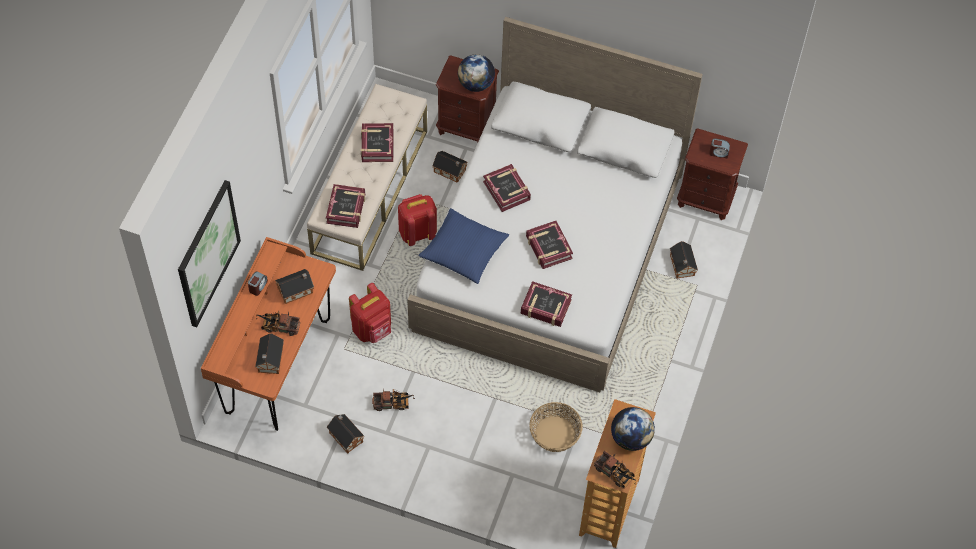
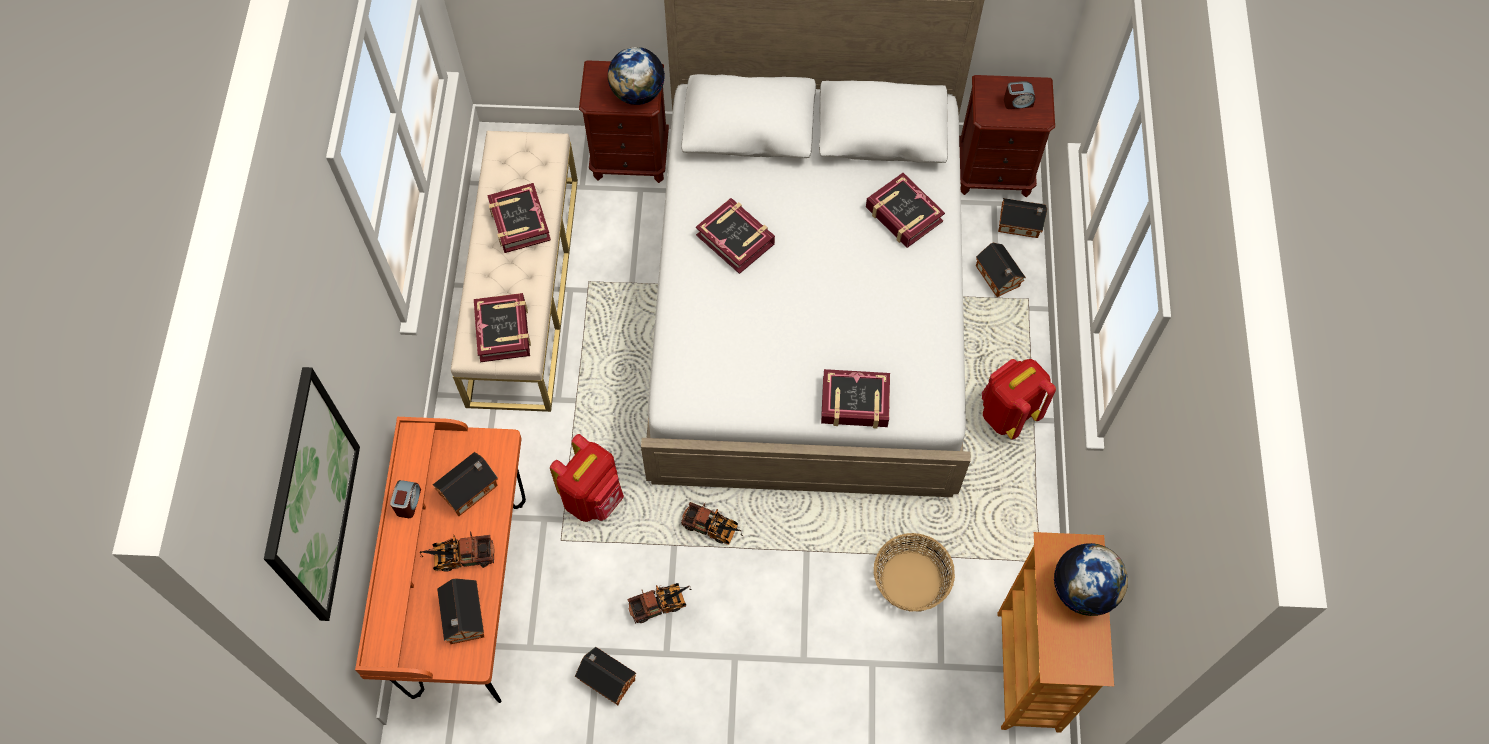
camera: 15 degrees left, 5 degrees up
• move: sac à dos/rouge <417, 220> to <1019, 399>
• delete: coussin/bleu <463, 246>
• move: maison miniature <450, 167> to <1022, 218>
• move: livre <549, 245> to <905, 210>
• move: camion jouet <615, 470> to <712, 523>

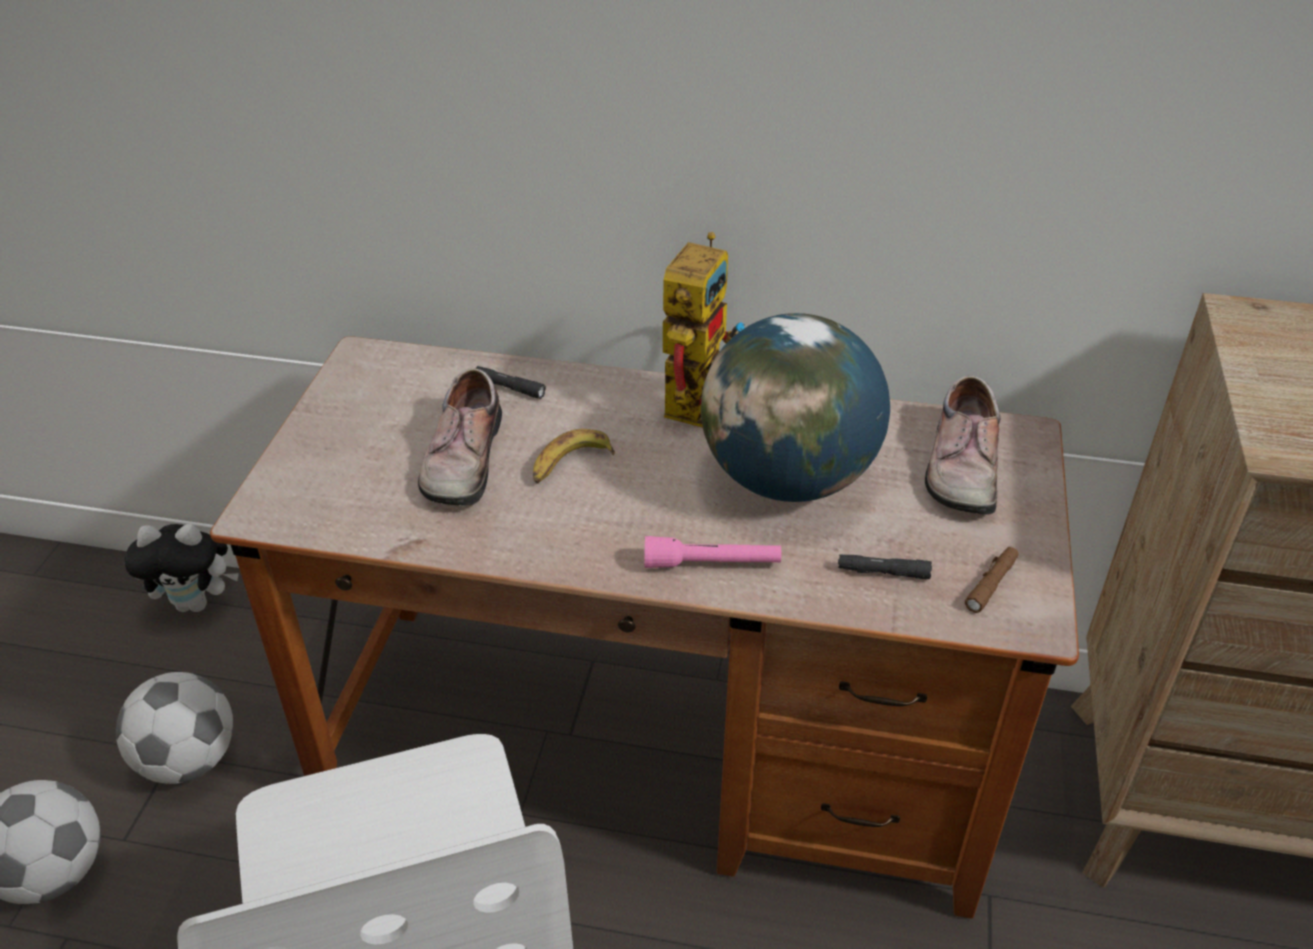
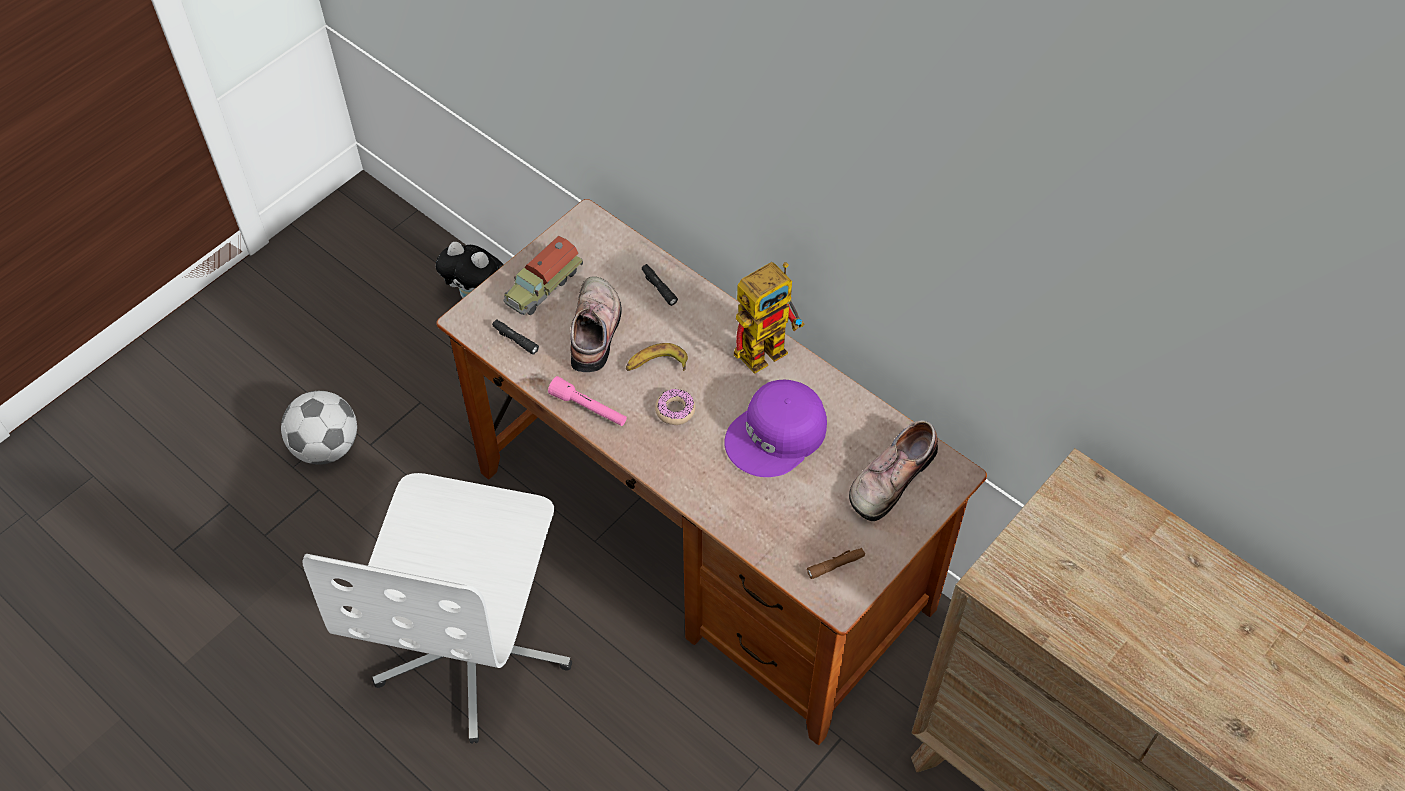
camera: 30 degrees right, 15 degrees up
• delete: ballon de foot <174, 728>
• rotate: chaussure <460, 437> = <596, 324> 150 degrees clockwise
• move: lampe de poche/rose <713, 552> to <587, 401>
• replace: globe <795, 407> to casquette/violet <775, 428>
• move: lampe de poche/noir <885, 566> to <515, 337>
• insert: camion jouet <543, 275>
• insert: beignet <675, 407>

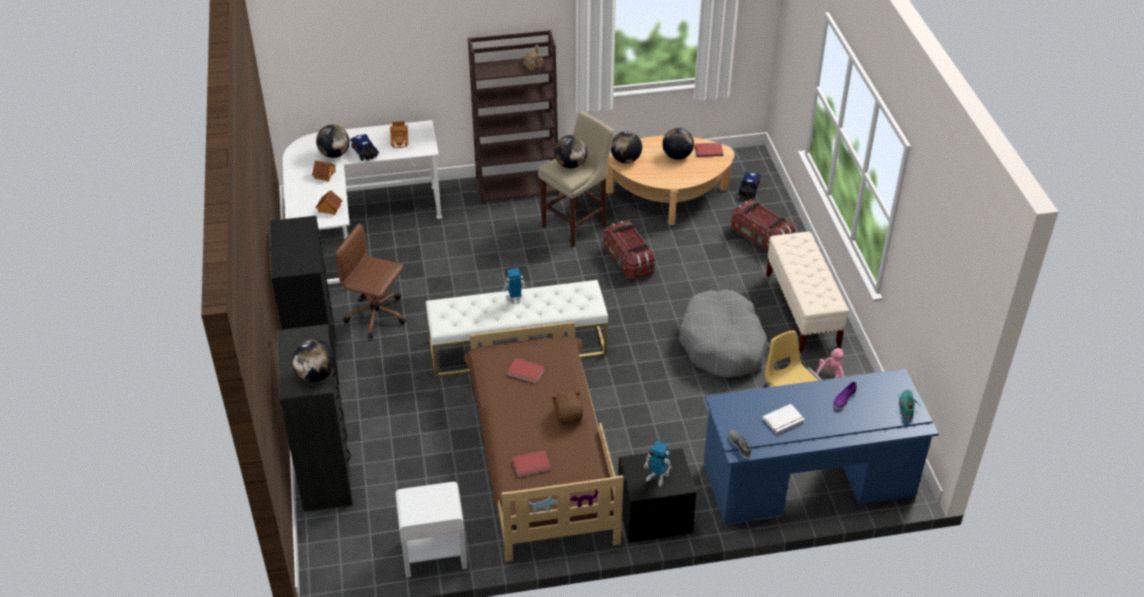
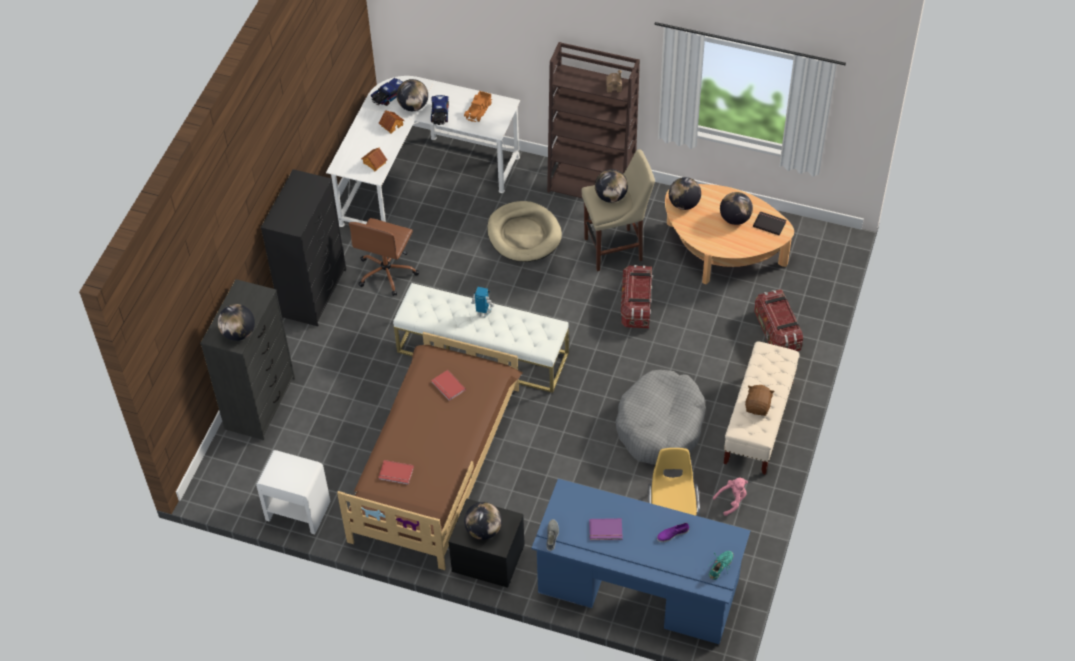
camera: 30 degrees right, 10 degrees up
• rotate: chaise de bureau/marron <370, 281> = <384, 257> 120 degrees counterclockwise
• move: peluche/marron <567, 408> to <760, 400>
• replace: robot jouet <658, 464> to globe <483, 521>
• recolor: livre/rouge <708, 150> to livre/noir <769, 223>
• move: camion jouet <750, 184> to <387, 92>
• recolor: livre/blanc <783, 419> to livre/violet <606, 529>
• insert: panier pour chien/beige <524, 231>

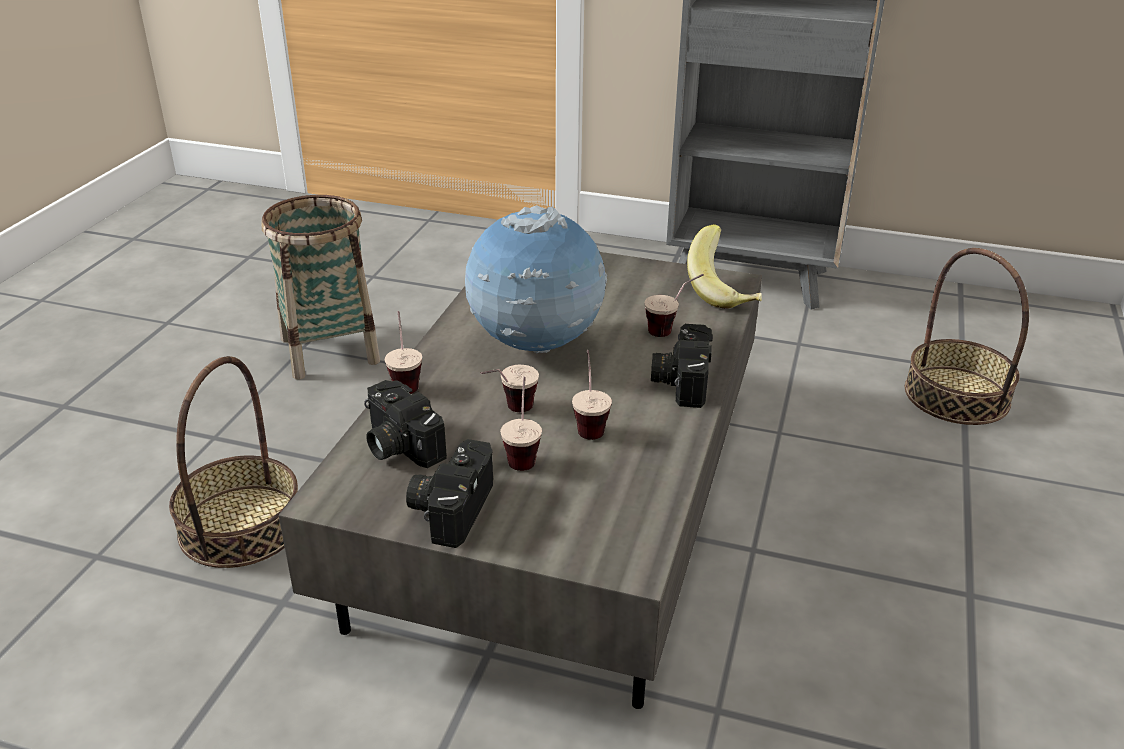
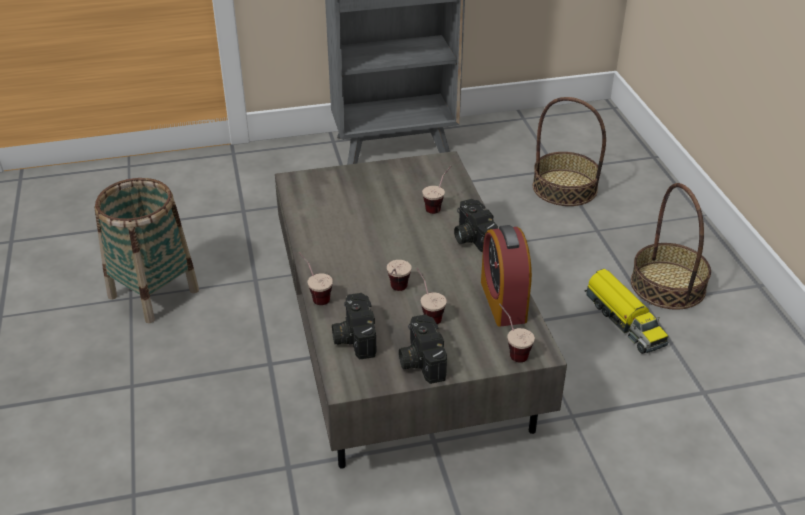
camera: 30 degrees left, 5 degrees up
• move: panier <233, 462> to <671, 246>
• rotate: appareil photo <405, 424> = <354, 326> 60 degrees clockwise
• delete: globe <536, 279>
• move: tasse <592, 395> to <517, 333>
• delete: banane <724, 266>
• insert: réveil <506, 276>
• insert: camion jouet <626, 311>

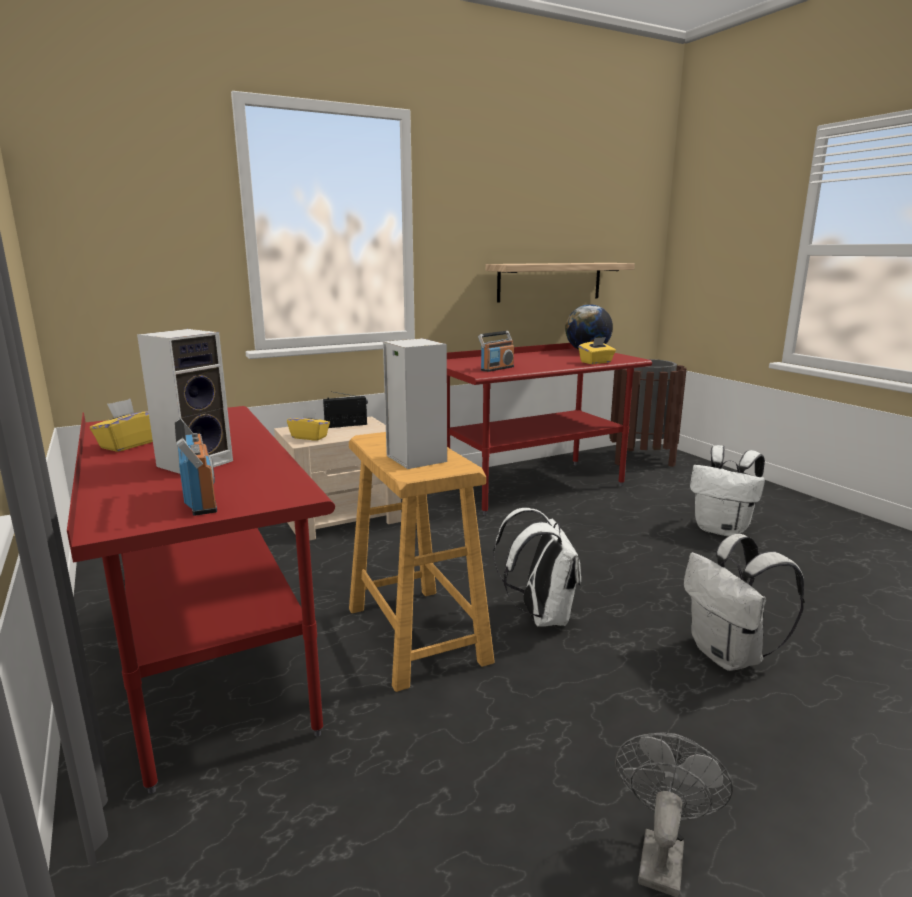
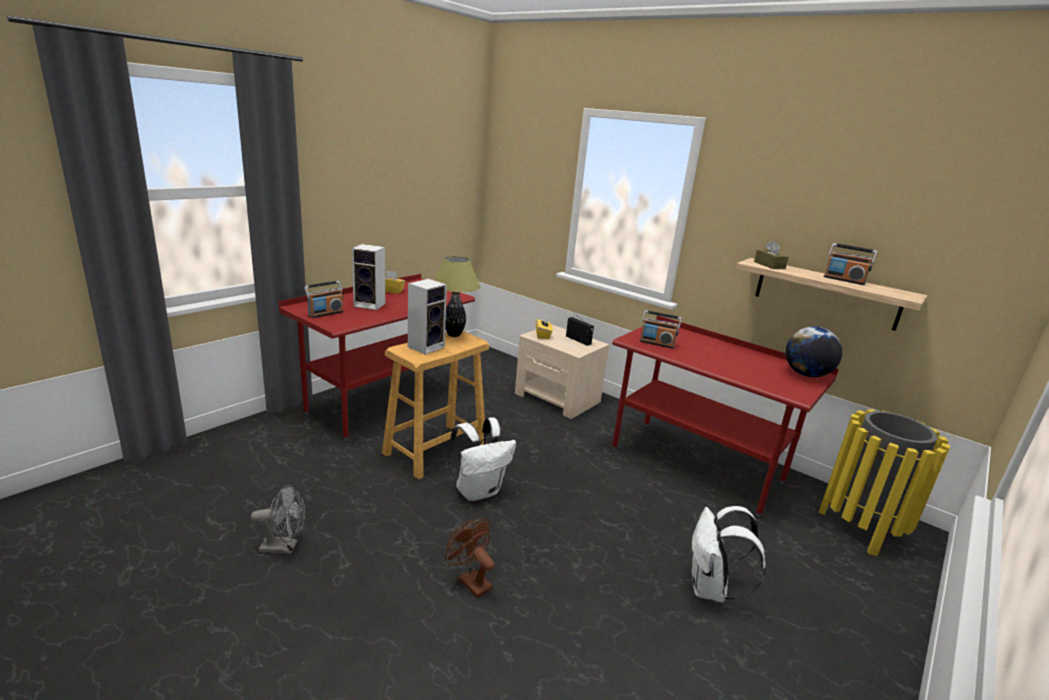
camera: 65 degrees right, 5 degrees up
• delete: boîte à mouchoirs/jaune <597, 350>
• recolor: poubelle/marron <648, 413> to poubelle/jaune <884, 482>
• replace: sac à dos/blanc <744, 602> to ventilateur/marron <470, 558>
• insert: lampe de table <457, 296>
• insert: boîte à mouchoirs/marron <771, 255>
• insert: radio <850, 264>

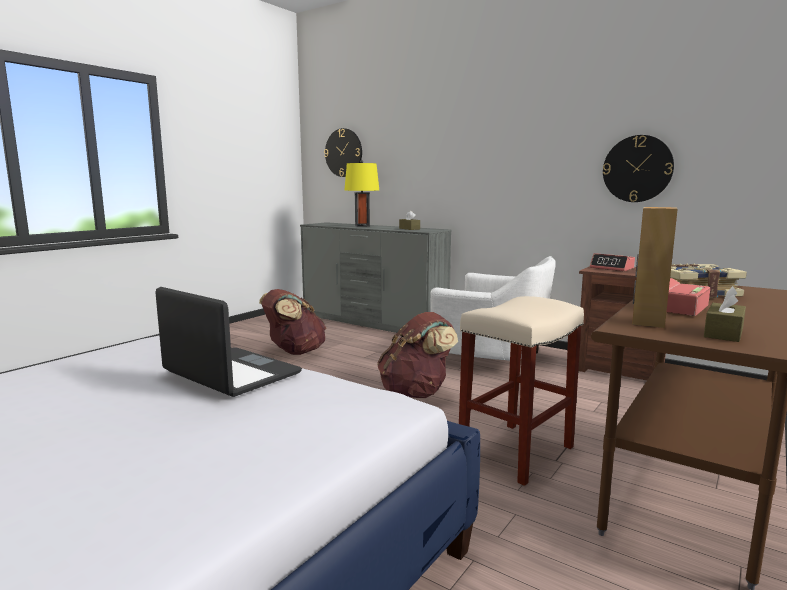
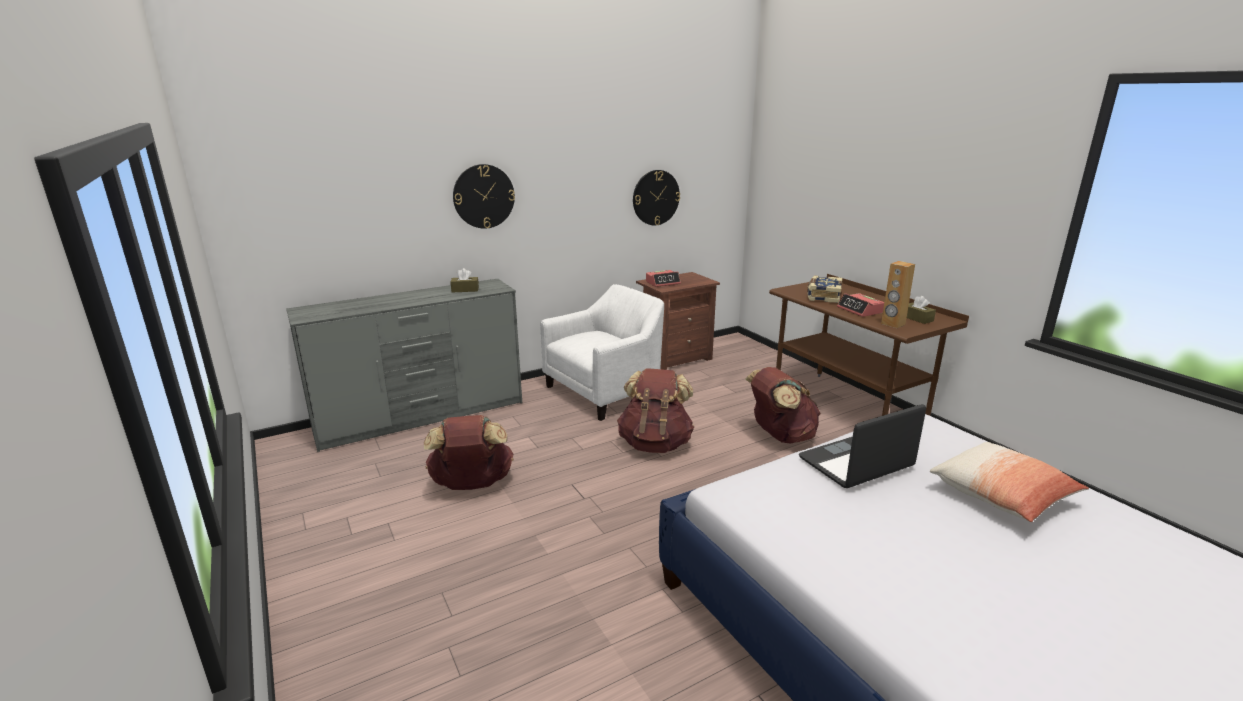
camera: 65 degrees left, 10 degrees up
• move: horloge murale <343, 152> to <484, 196>
• delete: lampe de table/jaune <361, 193>
• replace: tabouret/beige <521, 391> to sac à dos/marron <783, 405>
• insert: coussin <1009, 482>

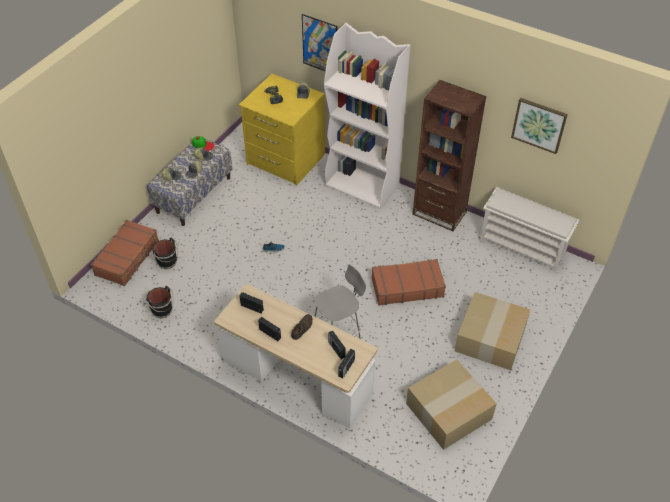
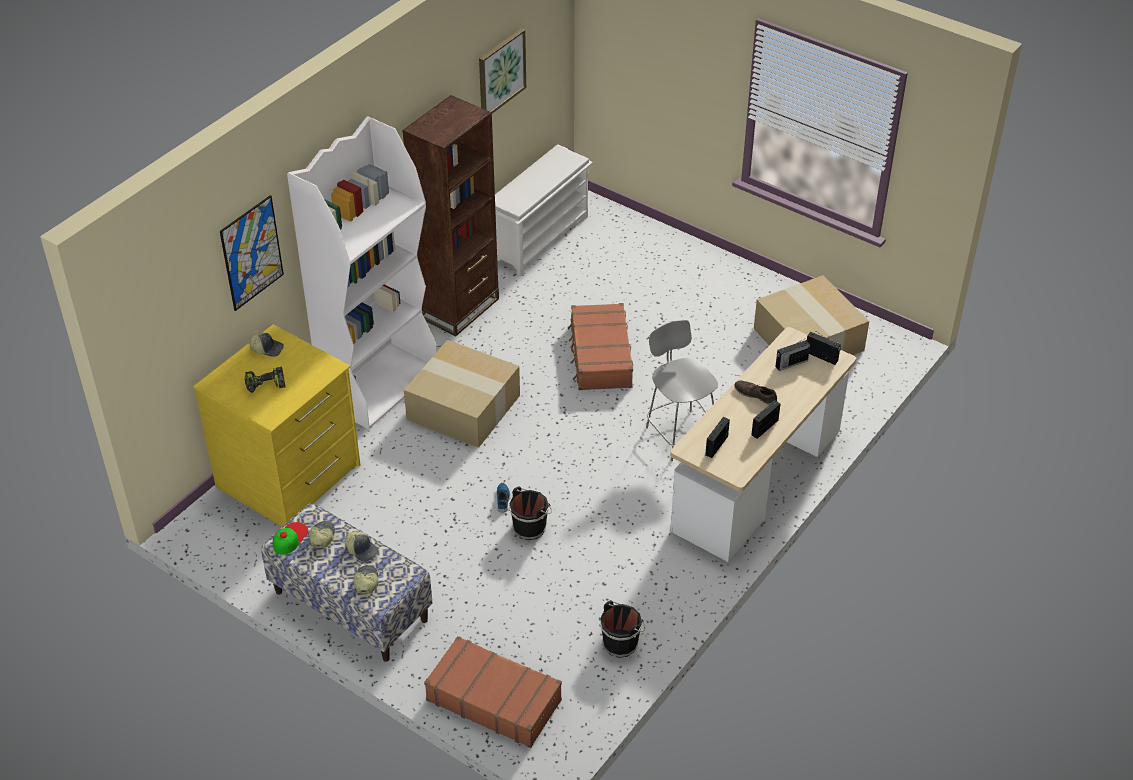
camera: 85 degrees left, 5 degrees down
• move: seau/noir <165, 253> to <530, 513>
• move: carton <493, 331> to <462, 394>

